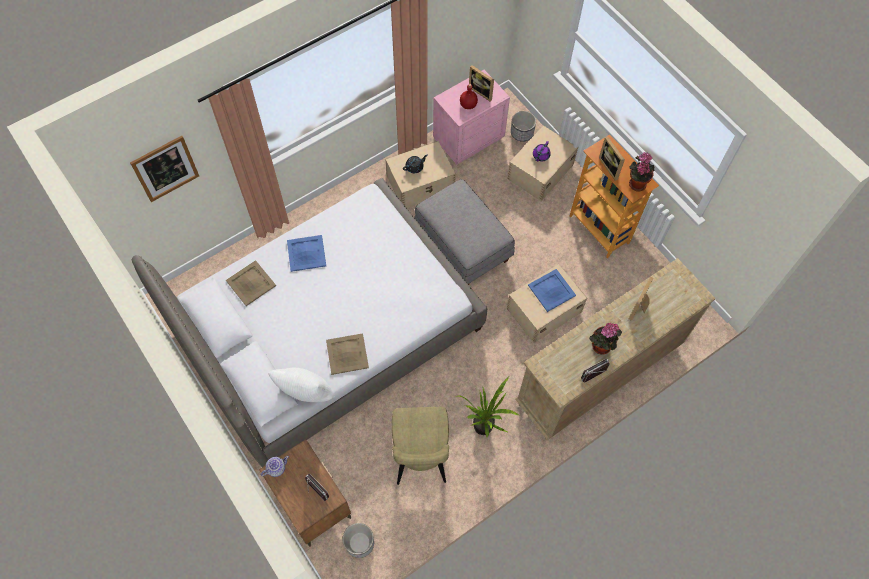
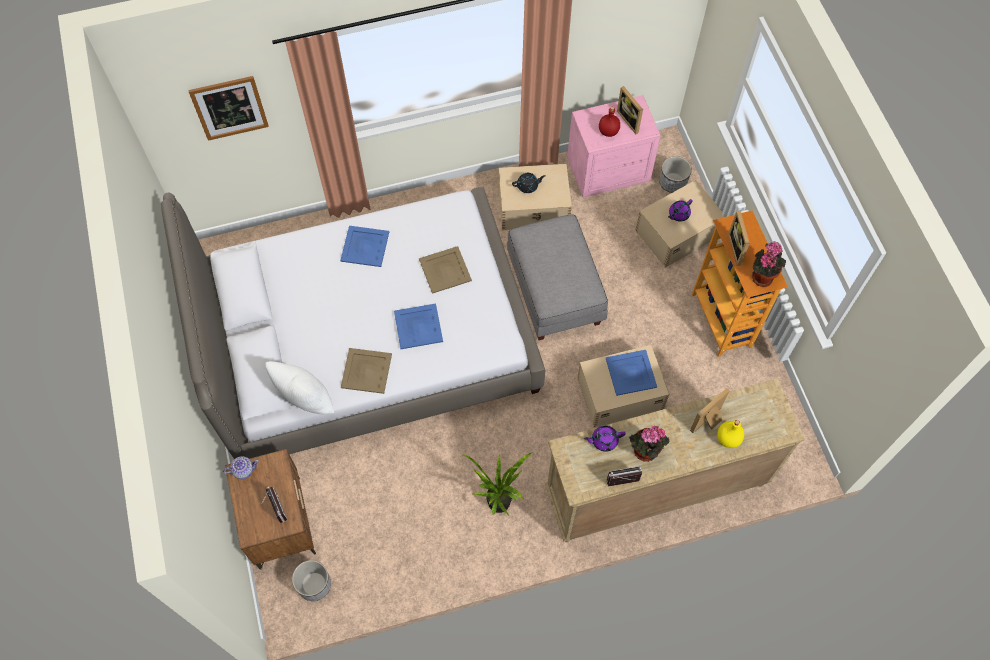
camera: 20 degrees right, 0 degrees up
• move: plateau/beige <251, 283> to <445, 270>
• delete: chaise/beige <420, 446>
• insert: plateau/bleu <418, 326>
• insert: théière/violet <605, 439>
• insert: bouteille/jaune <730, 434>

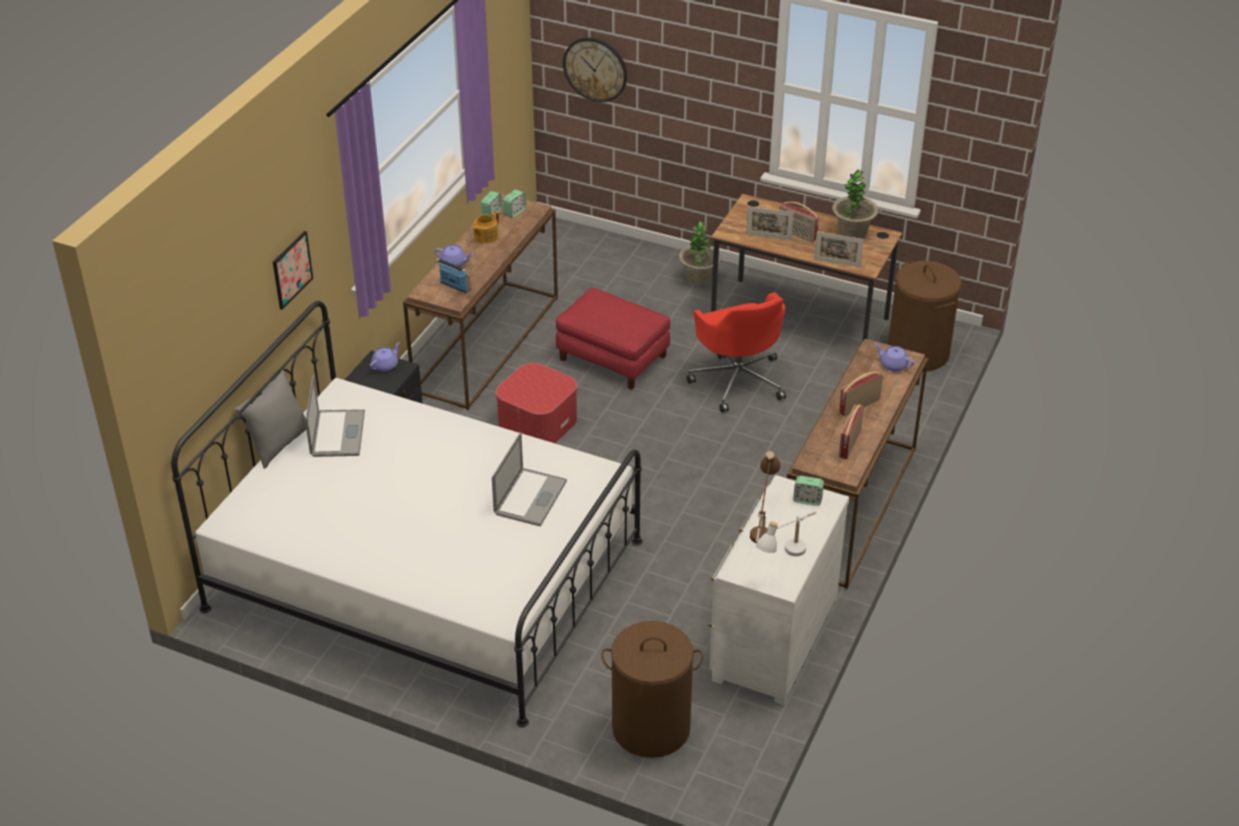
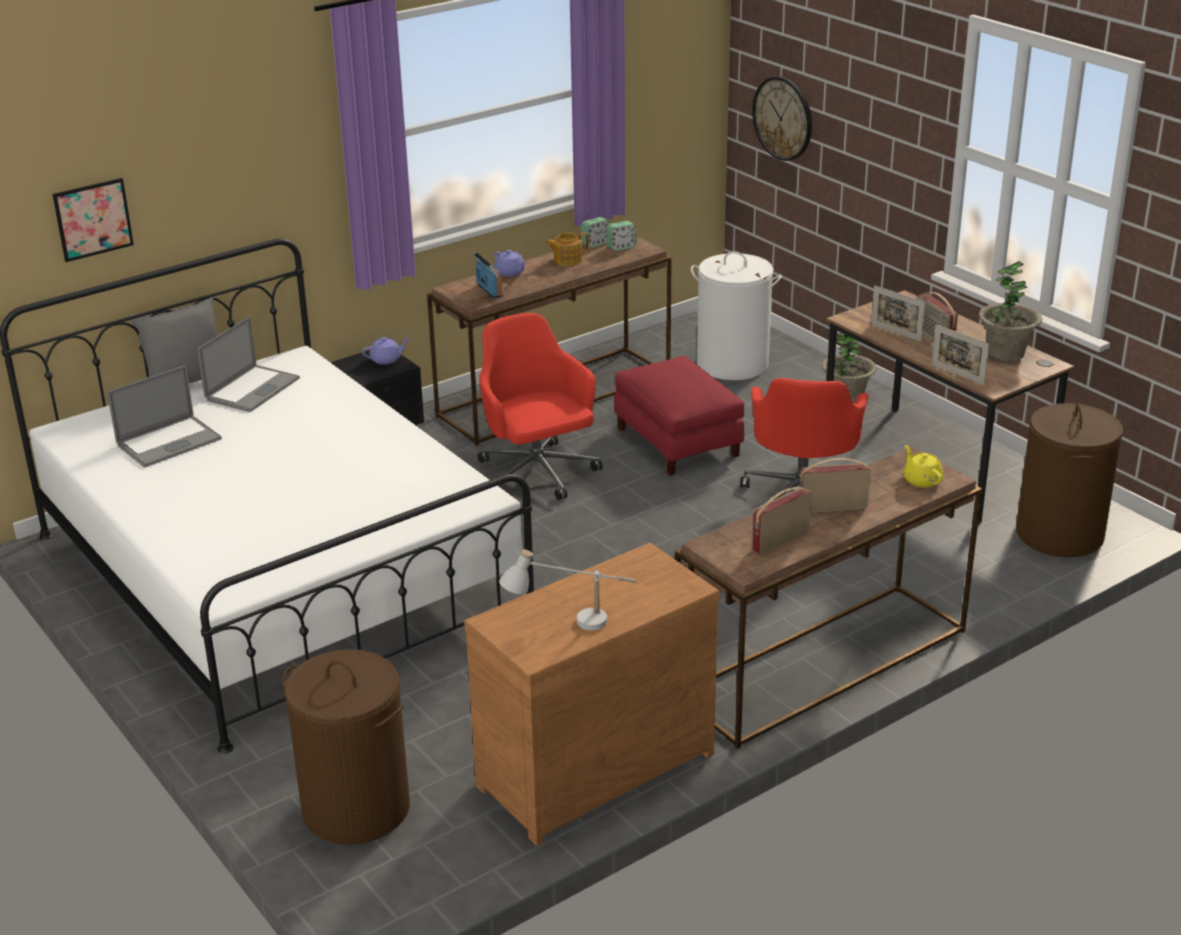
camera: 30 degrees right, 10 degrees down
• move: tableau <293, 270> to <93, 220>
• move: ordinateur portable <529, 479> to <164, 416>
• replace: pouf <536, 403> to chaise de bureau/rouge <540, 406>
• recolor: commode/blanc <779, 590> to commode/marron <592, 694>
• delete: lampe de table/marron <765, 497>
• delete: réveil <808, 491>
• recolor: théière/violet <894, 357> to théière/jaune <923, 466>
• insert: panier à linge/blanc <736, 315>

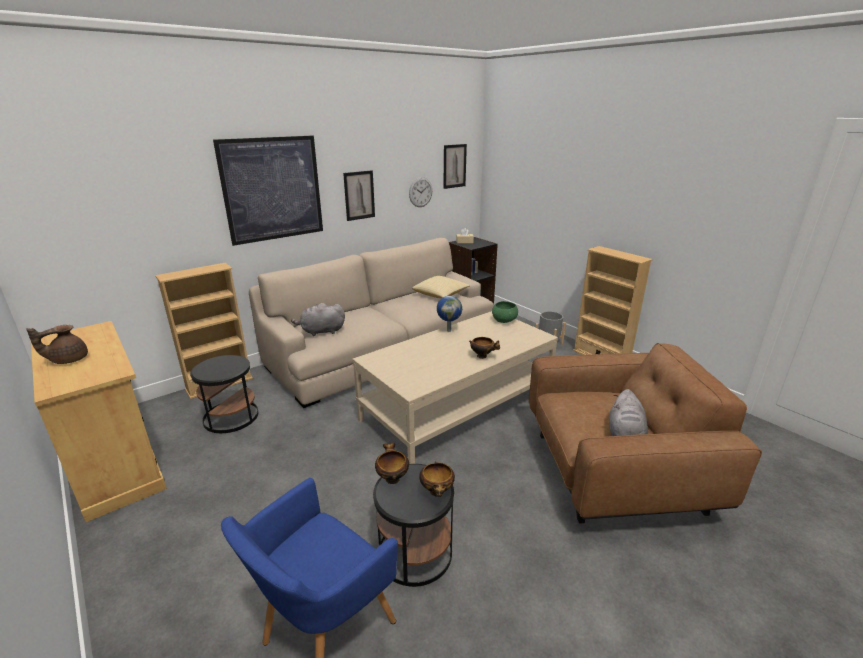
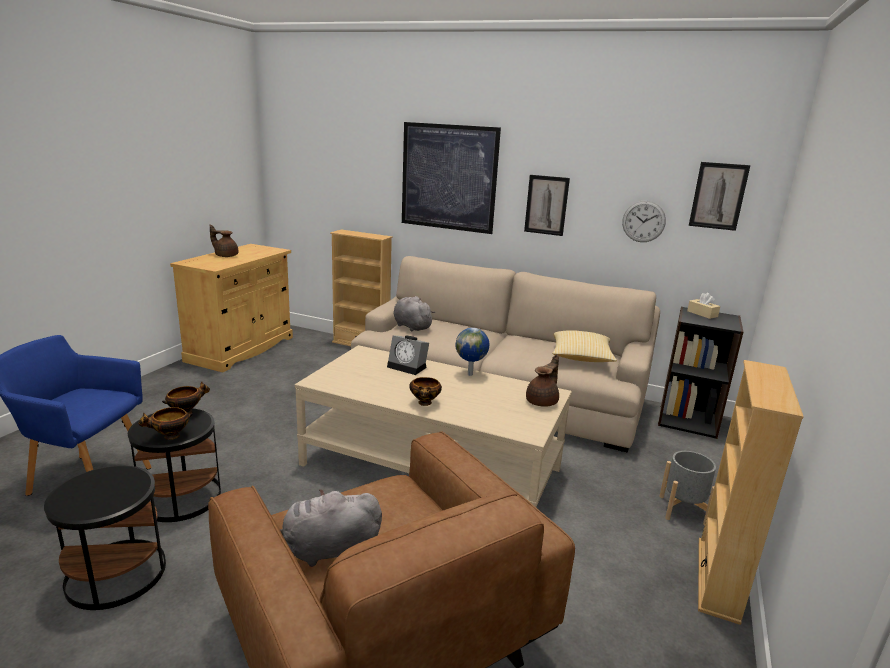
camera: 60 degrees right, 5 degrees down
• move: table d'appoint/noir <224, 394> to <105, 538>
• replace: bol/vert <505, 312> to théière/marron <542, 380>
• insert: réveil <408, 355>

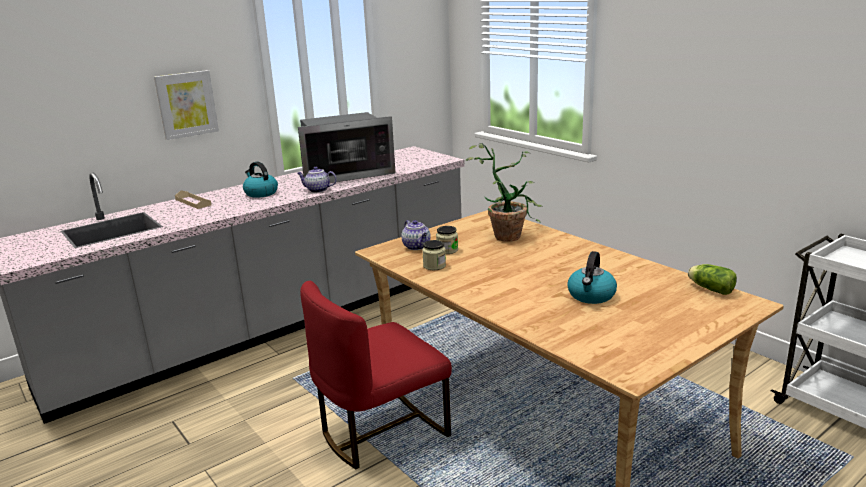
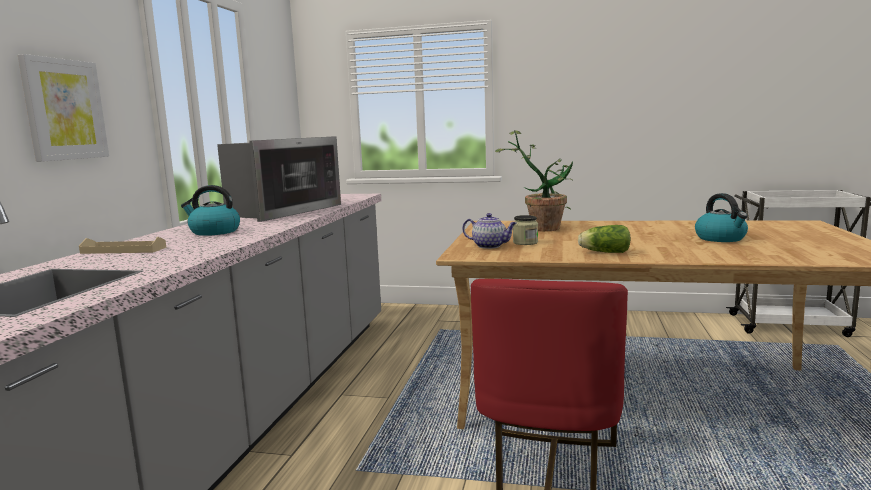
camera: 40 degrees left, 10 degrees down
• delete: théière <317, 180>
• delete: bocal <434, 255>
• move: laitue <712, 279> to <604, 239>

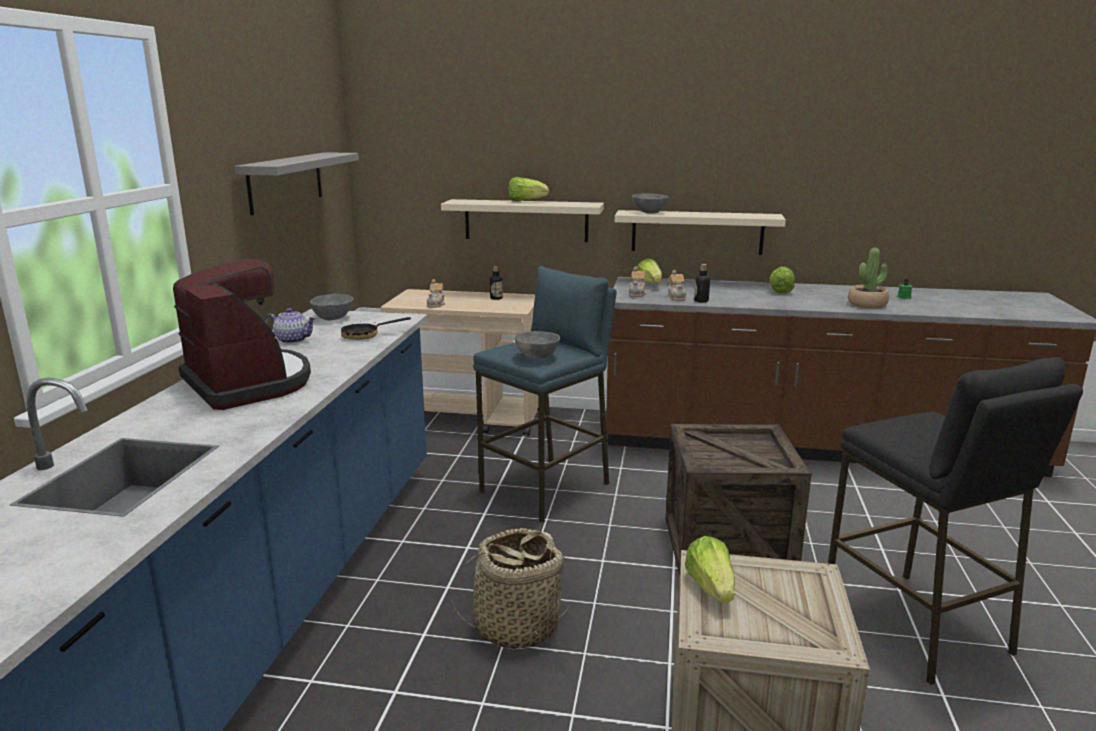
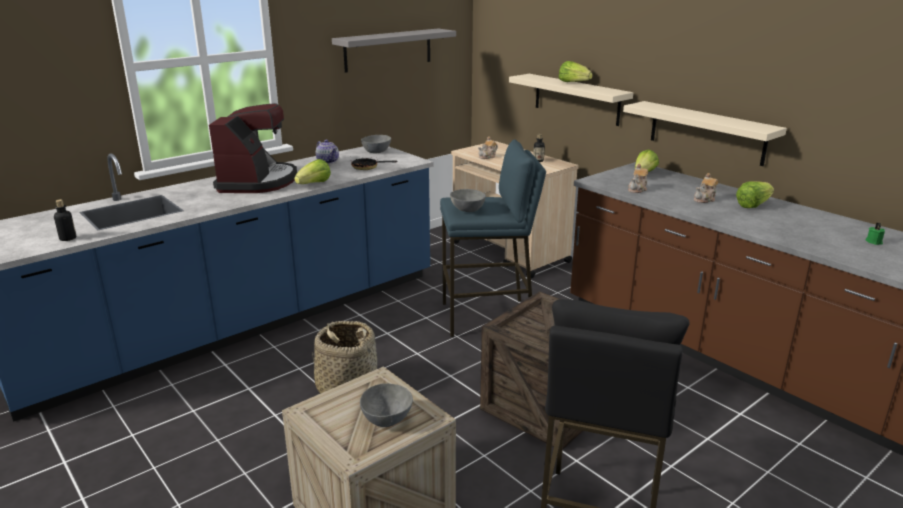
camera: 40 degrees right, 5 degrees up
• move: théière <637, 282> to <706, 188>
• move: bol/gris <650, 203> to <386, 405>
• move: laitue <710, 570> to <312, 171>
• move: bouteille <702, 283> to <65, 220>
• delete: plante en pot <868, 278>

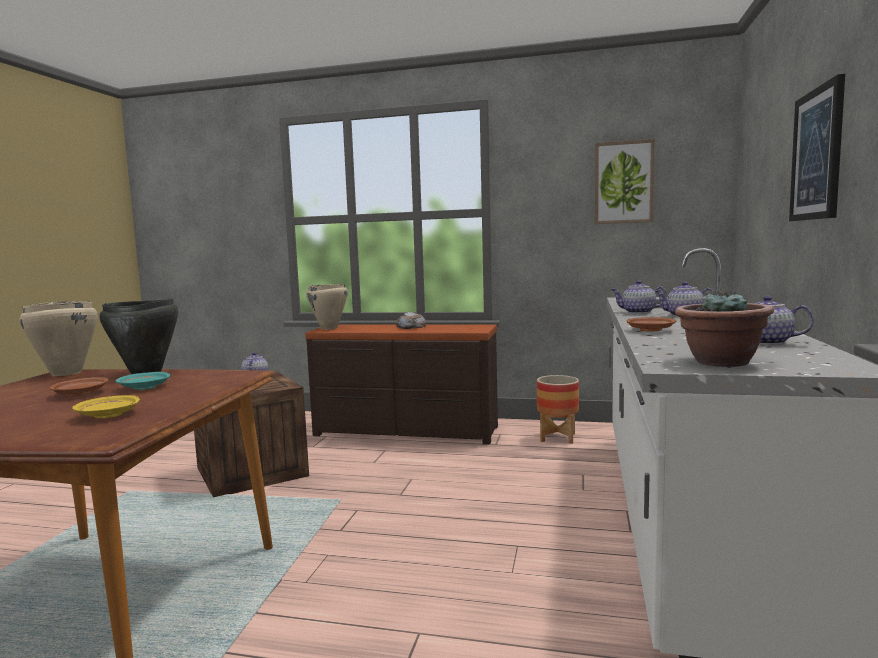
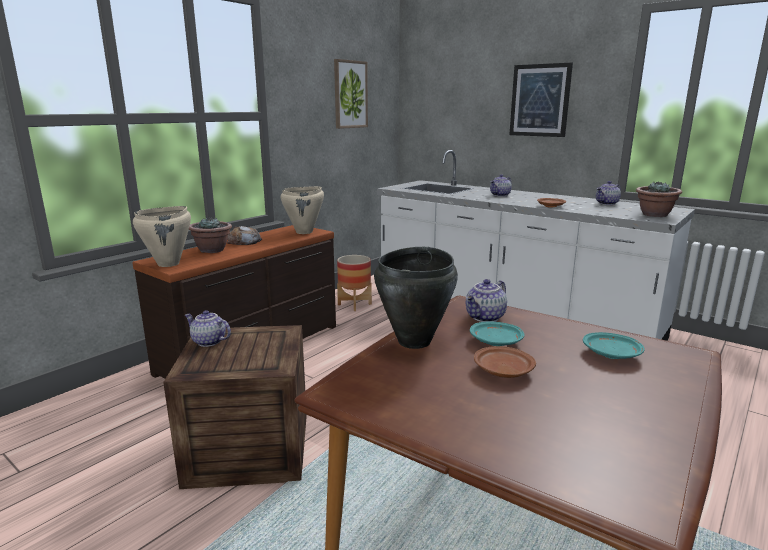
camera: 65 degrees left, 10 degrees up
• move: marmite/beige <59, 338> to <302, 210>
• recolor: assiette/jaune <106, 406> to assiette/turquoise <614, 345>
• move: théière <639, 297> to <486, 300>
• insert: plante en pot <210, 234>

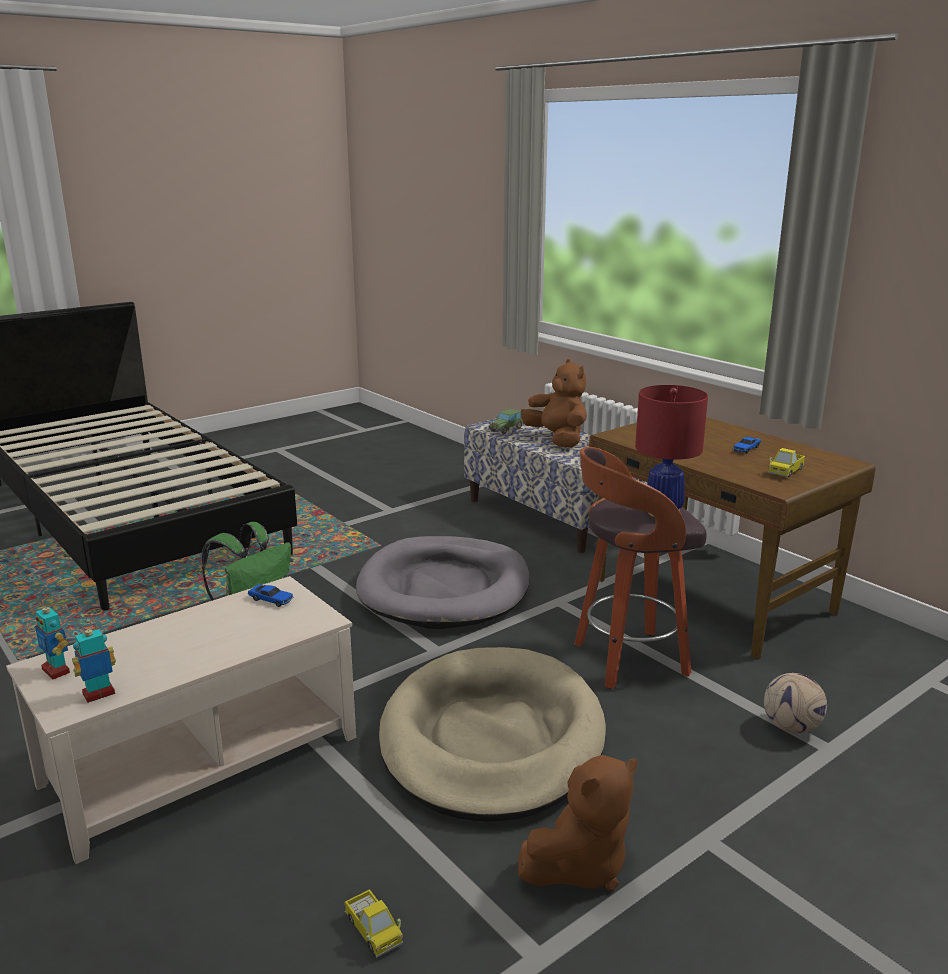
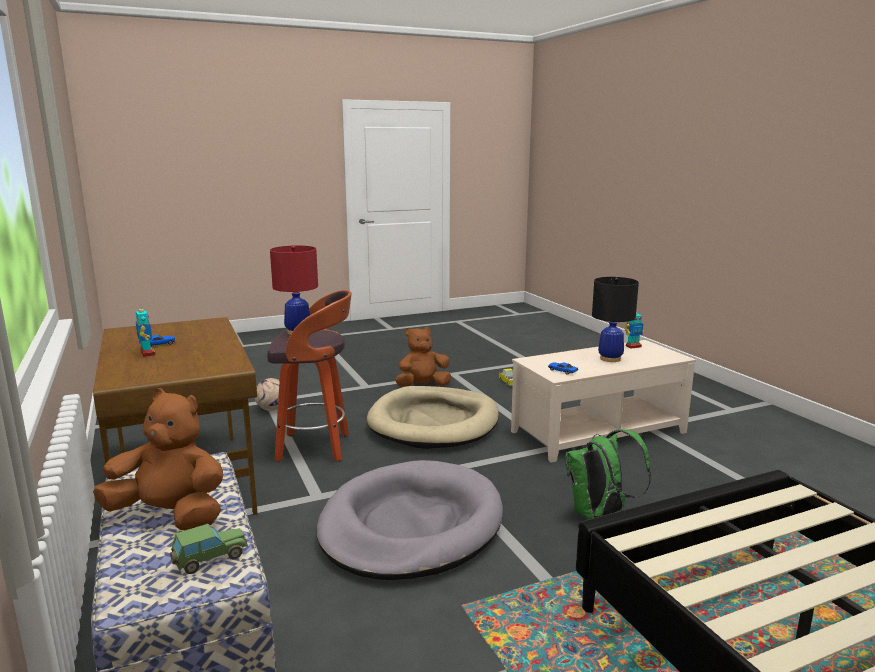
camera: 165 degrees left, 5 degrees down
• move: robot jouet <52, 640> to <145, 331>
• rotate: peluche/marron <554, 403> = <158, 459> 120 degrees clockwise
• delete: camion jouet <787, 463>
• insert: lampe de table/noir <615, 319>

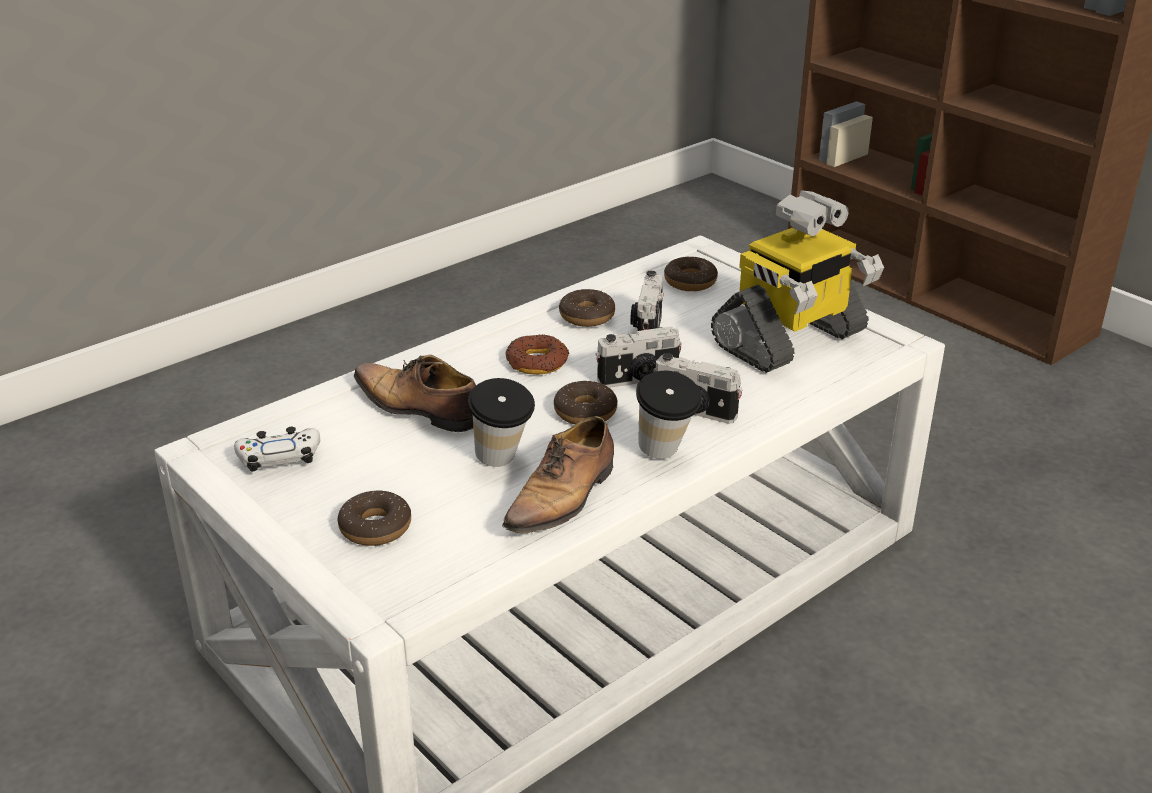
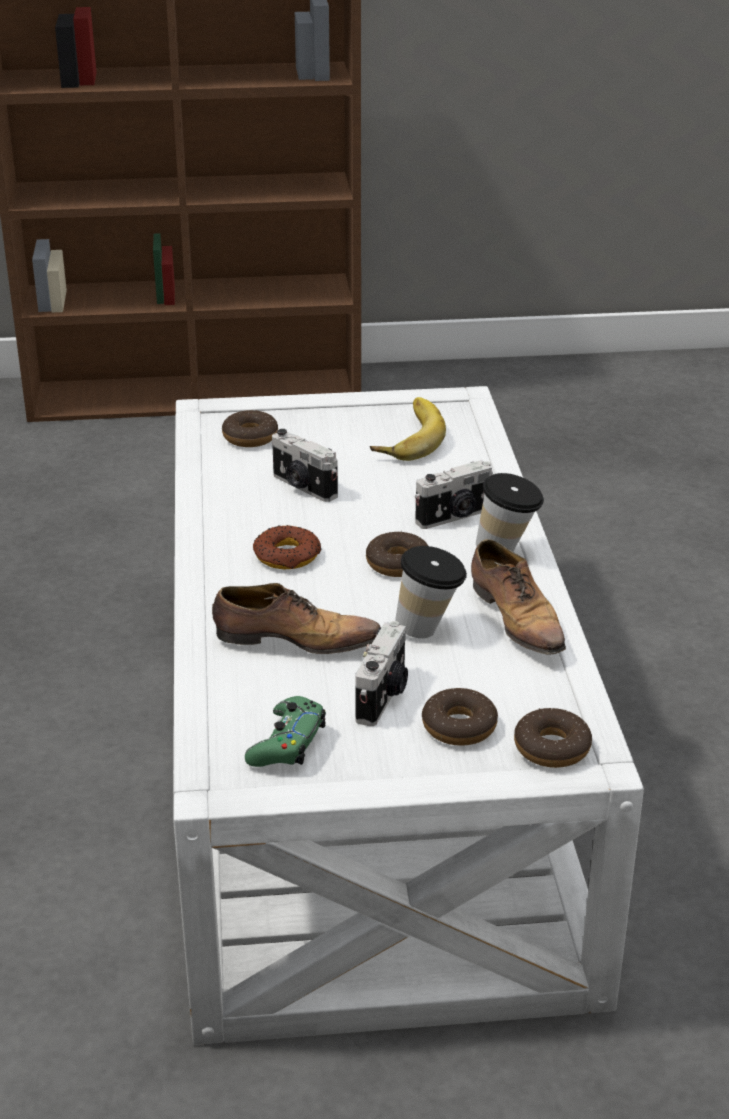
camera: 55 degrees left, 0 degrees up
• recolor: manette/blanc <277, 449> to manette/vert <285, 731>
• rotate: chaussure <415, 393> = <296, 618> 150 degrees counterclockwise
• move: beignet <587, 308> to <553, 738>
• move: appareil photo <638, 357> to <381, 674>
• replace: robot jouet <797, 281> to banane <408, 429>

